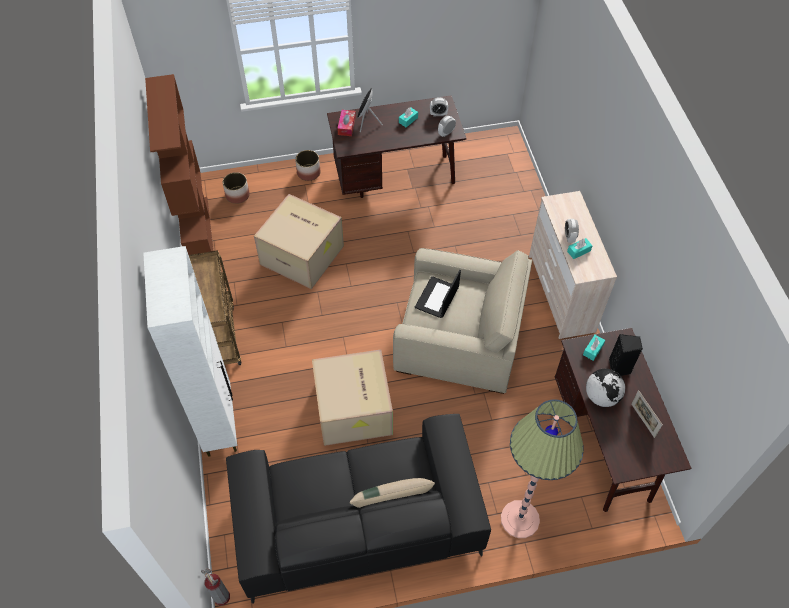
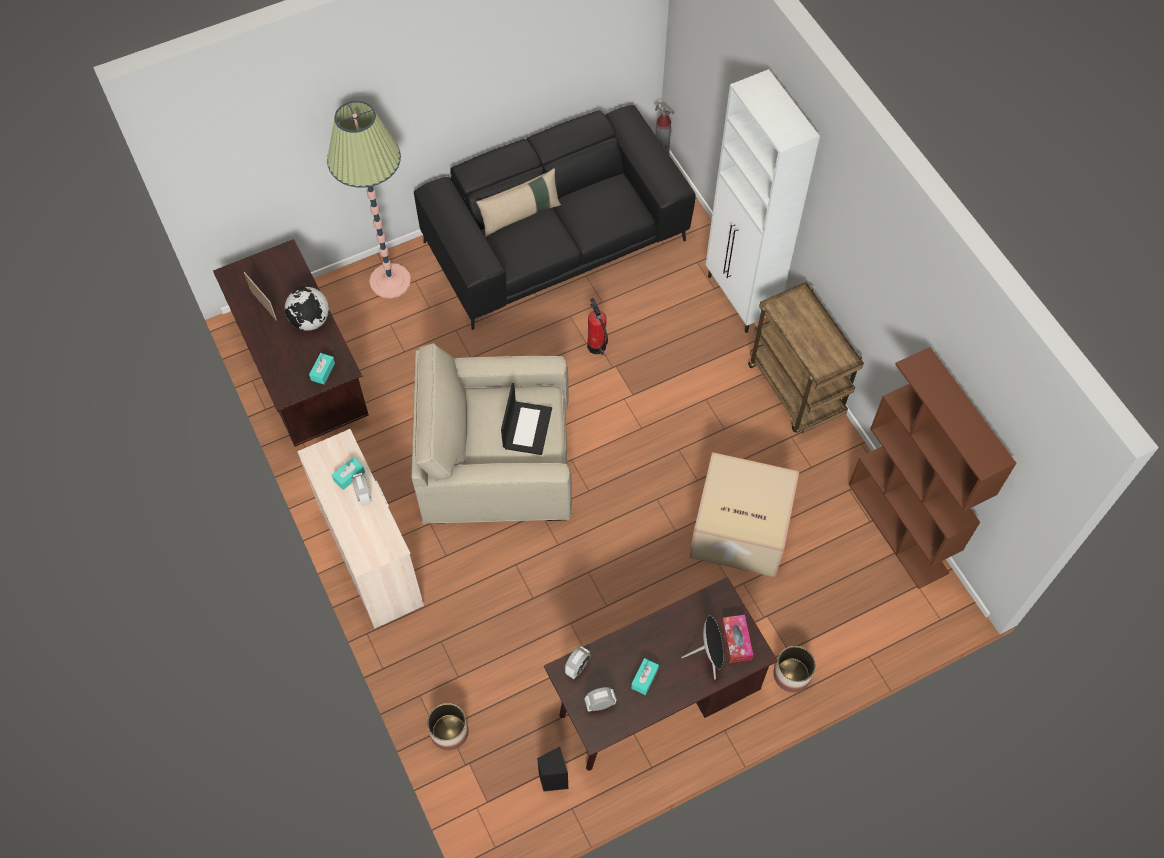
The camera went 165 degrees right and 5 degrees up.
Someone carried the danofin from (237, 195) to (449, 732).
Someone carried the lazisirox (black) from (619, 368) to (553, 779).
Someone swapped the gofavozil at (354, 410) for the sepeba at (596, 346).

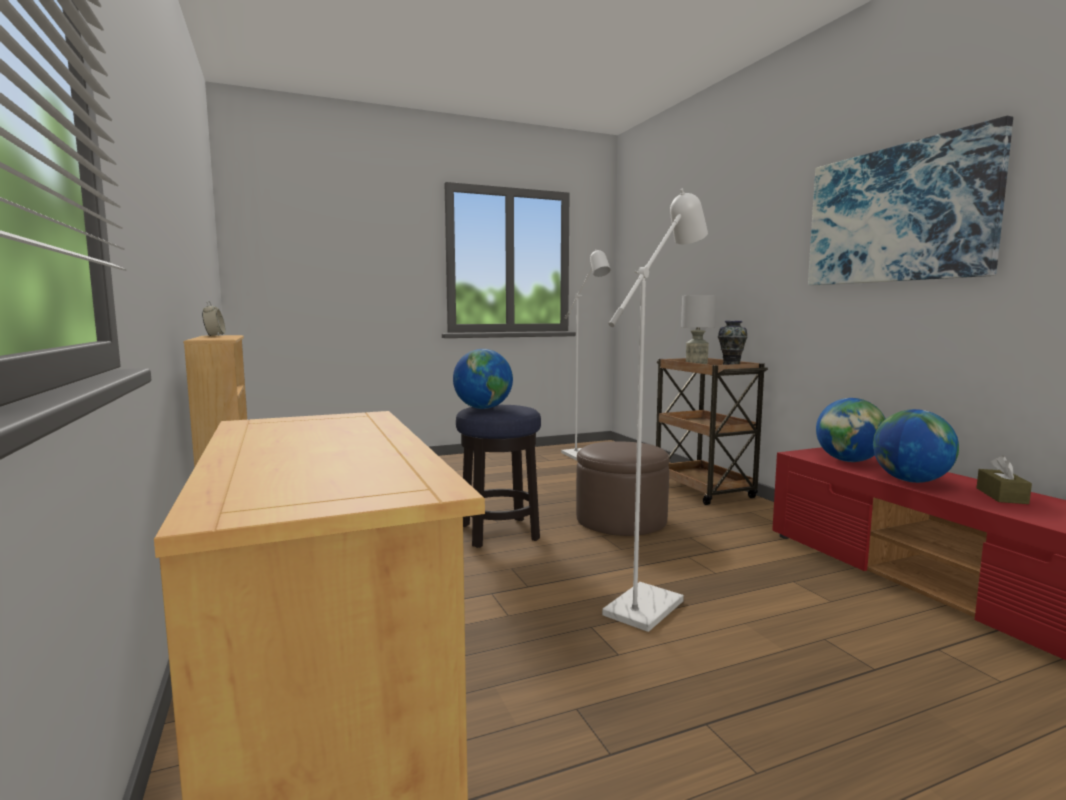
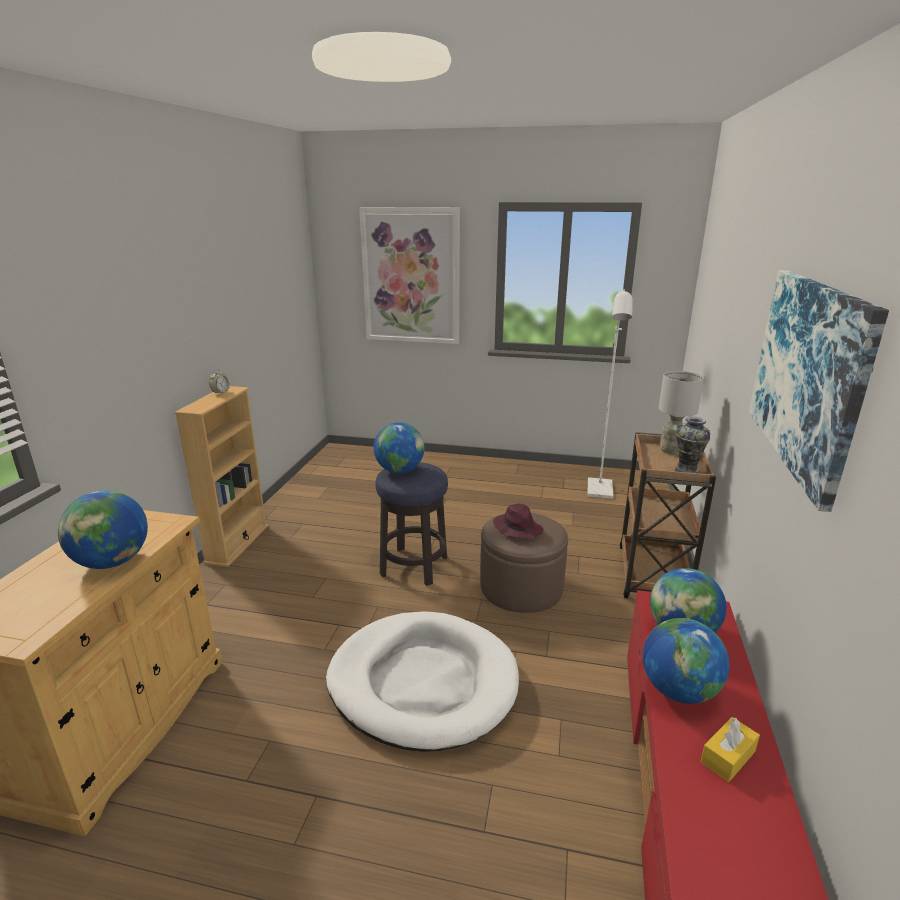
The camera went 35 degrees right and 15 degrees up.
Someone put down the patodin at (112, 562).
Someone put up the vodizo at (411, 276).
Someone put down the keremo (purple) at (517, 528).
Someone swapped the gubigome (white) at (651, 601) for the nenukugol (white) at (423, 682).
Someone repainted the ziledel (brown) at (1001, 496), which became the ziledel (yellow) at (728, 757).

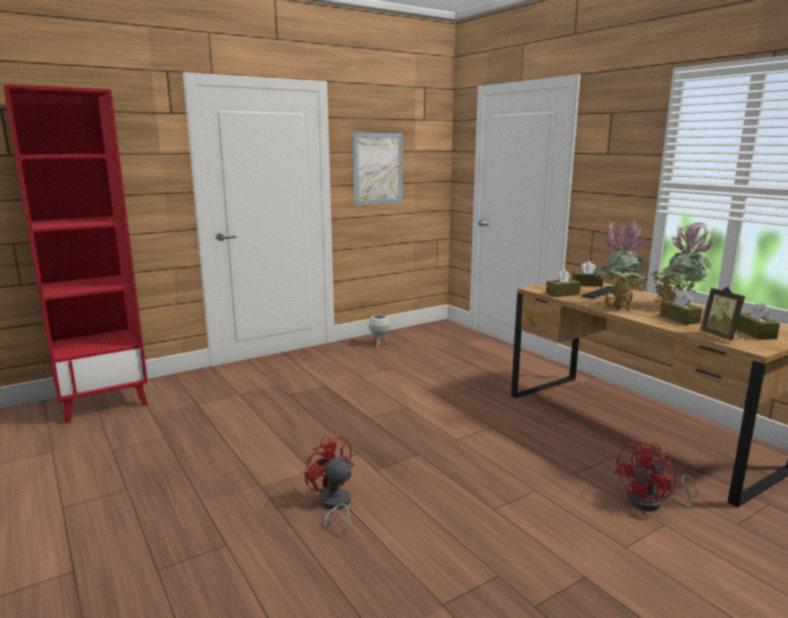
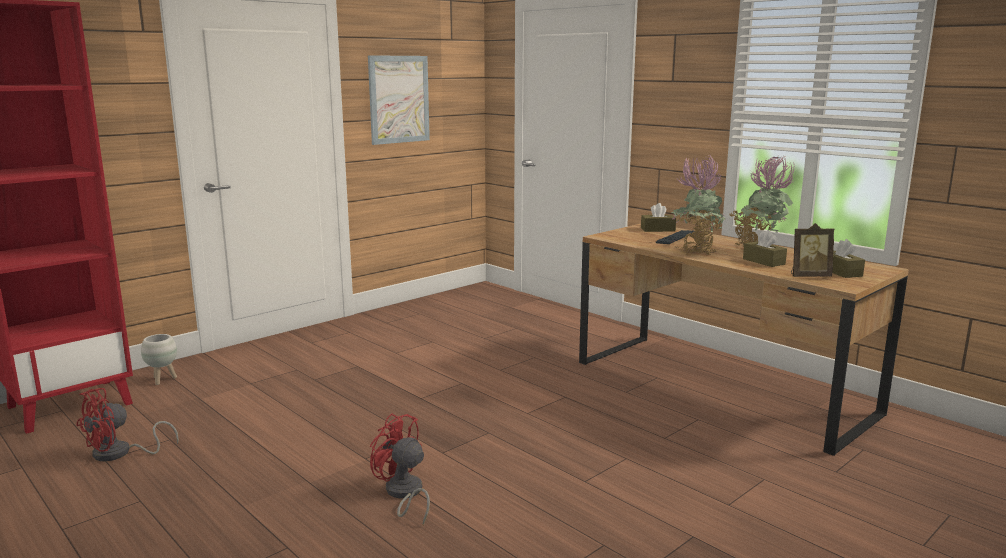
The camera went 10 degrees left and 0 degrees up.
Someone took away the ziledel (brown) at (562, 294).
Someone carried the danofin (white) from (379, 344) to (163, 380).
Someone carried the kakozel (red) from (652, 503) to (120, 453).
Someone rotated the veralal at (721, 336) by 60 degrees counterclockwise.

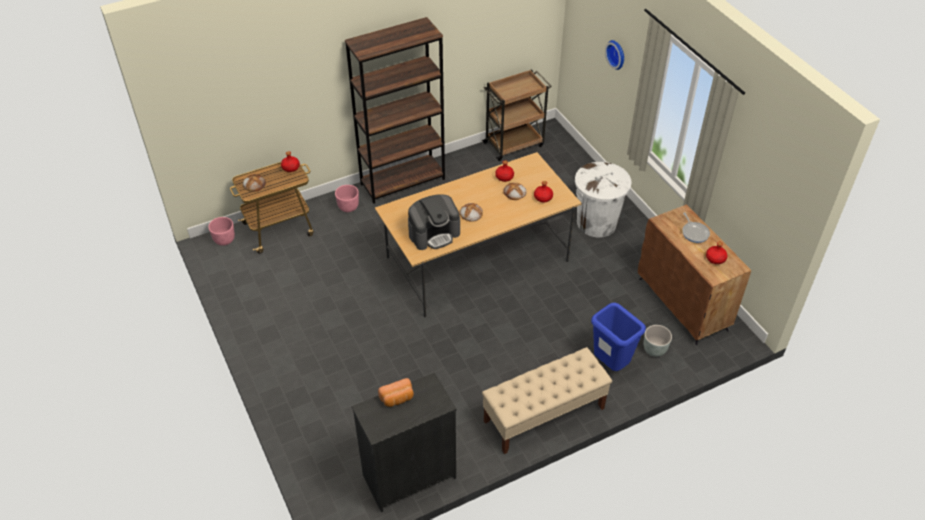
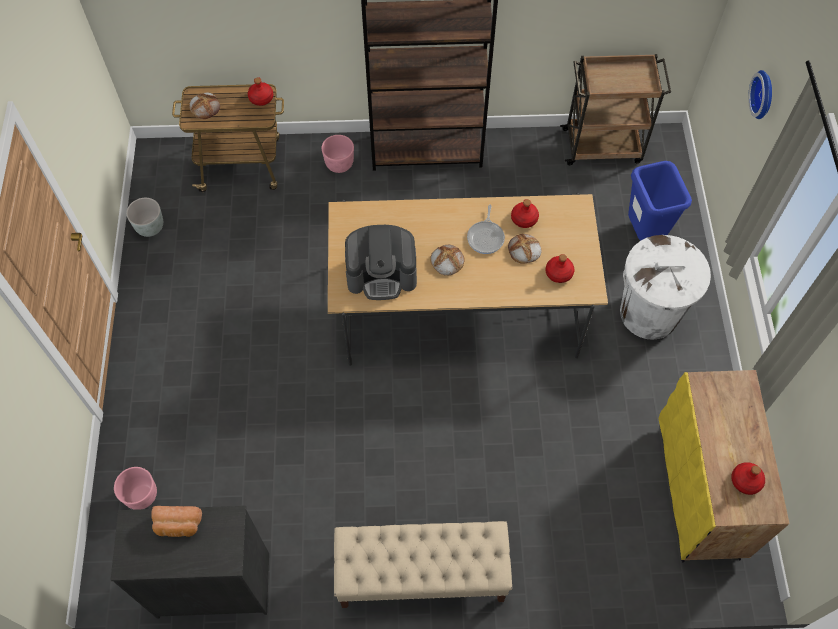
The camera went 25 degrees right and 15 degrees up.
Someone carried the danofin (pink) from (224, 240) to (141, 495).
Someone carried the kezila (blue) from (611, 365) to (644, 234).
Someone carried the danofin (grey) from (654, 350) to (150, 228).
Someone carried the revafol from (694, 232) to (486, 237).
Someone repainted the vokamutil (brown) at (683, 304), which became the vokamutil (yellow) at (699, 491).

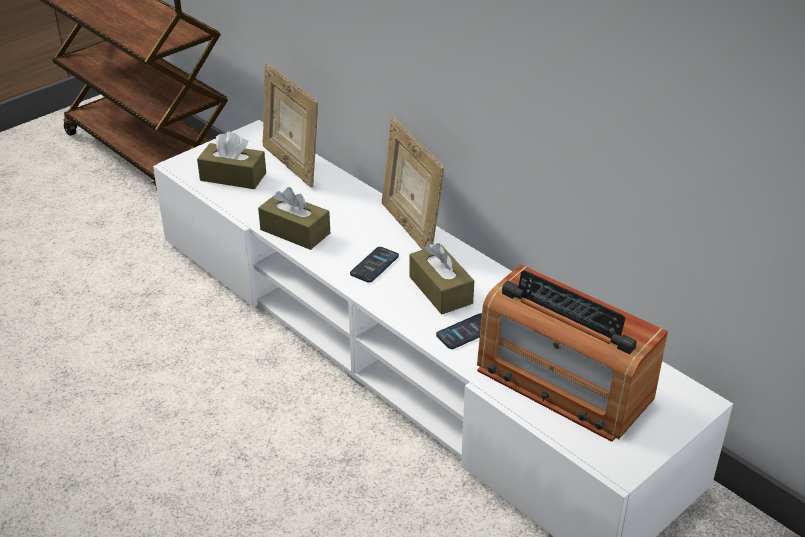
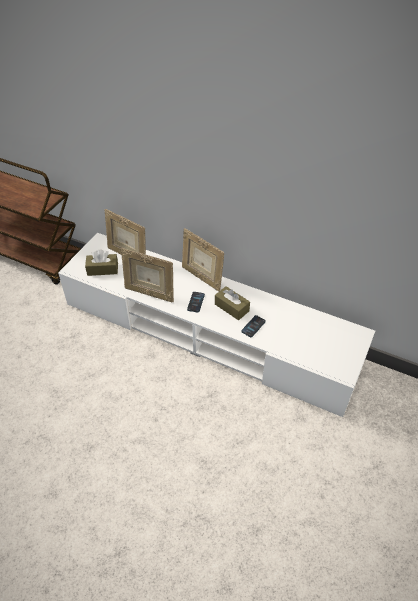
The camera went 20 degrees left and 10 degrees up.
Someone took away the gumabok at (563, 383).
Someone swapped the ziledel (brown) at (295, 231) for the veralal at (149, 293).

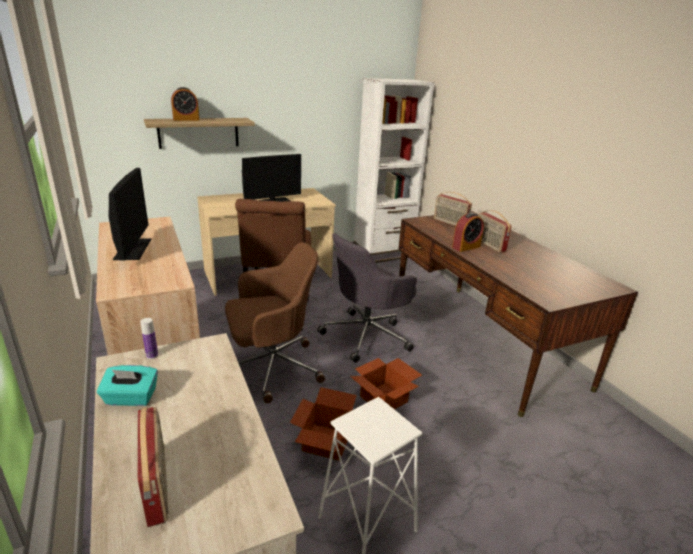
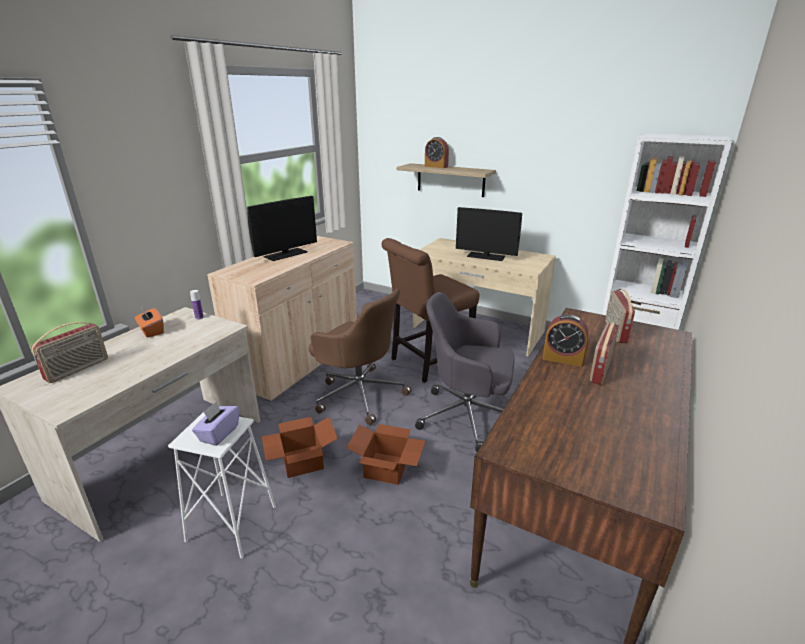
The camera went 55 degrees right and 0 degrees up.
Someone put down the ziledel (purple) at (218, 433).
Someone repainted the ziledel (turquoise) at (131, 398), which became the ziledel (orange) at (151, 331).

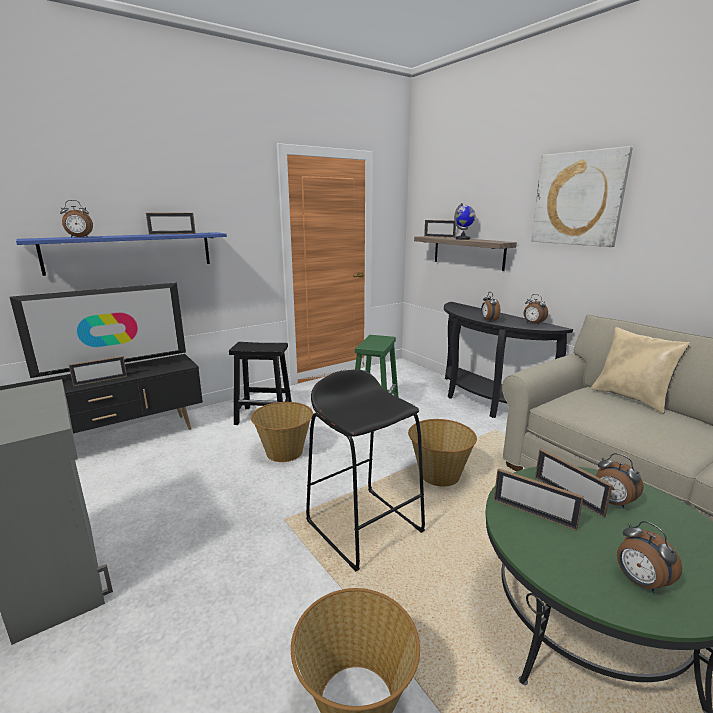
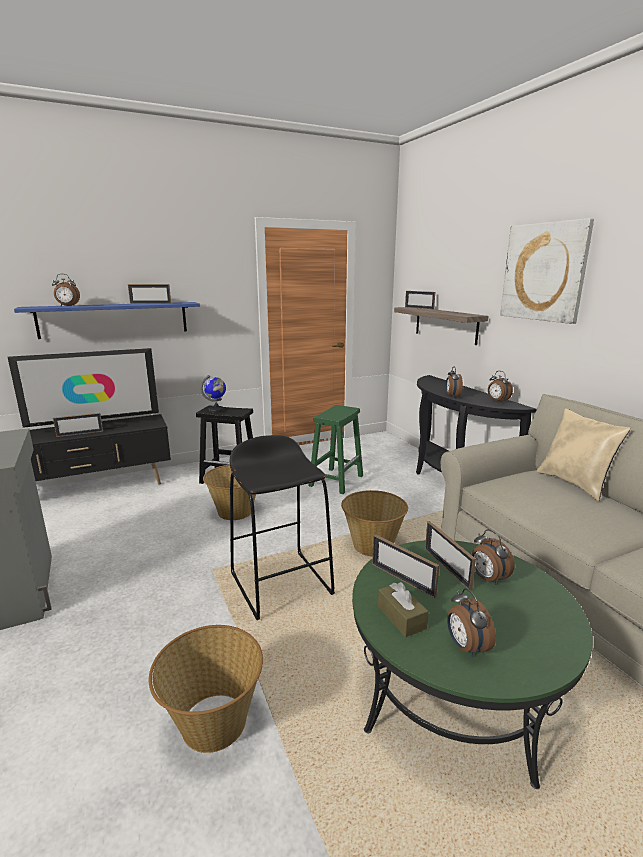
The camera went 10 degrees right and 0 degrees up.
Someone put down the ziledel (brown) at (401, 617).
Someone carried the patodin from (463, 239) to (216, 410).

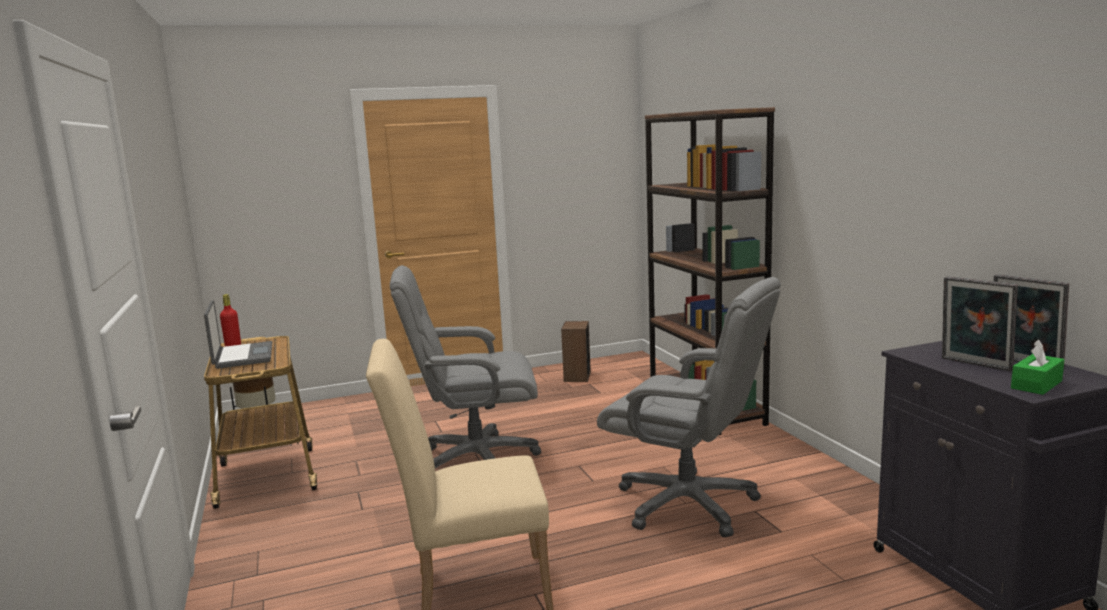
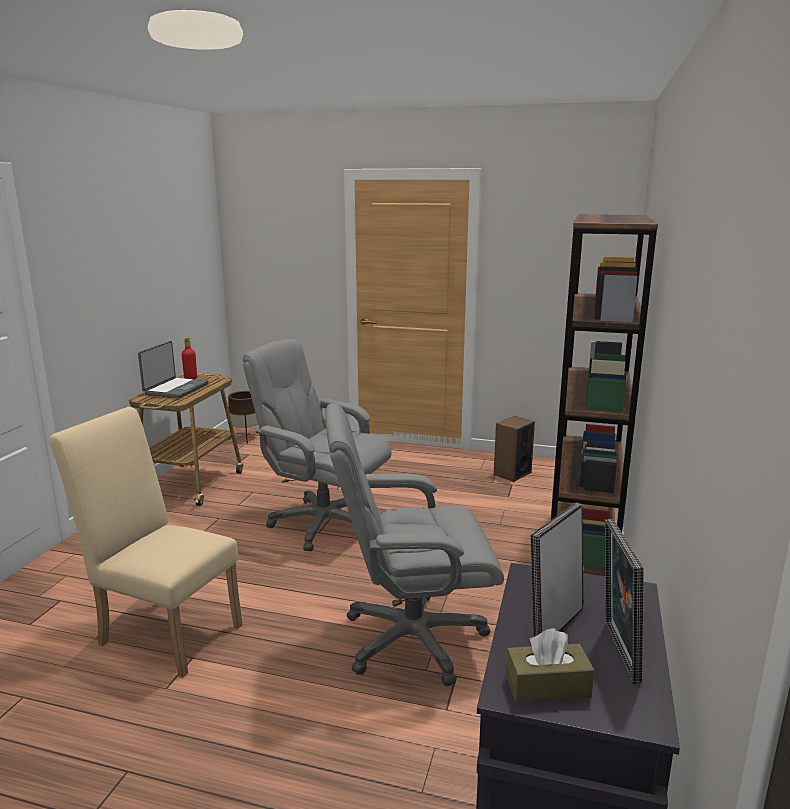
The camera went 35 degrees right and 5 degrees up.
Someone repainted the ziledel (green) at (1036, 384), which became the ziledel (brown) at (547, 686).
Someone rotated the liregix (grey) at (688, 504) by 105 degrees clockwise.
Someone rotated the veralal at (974, 365) by 45 degrees clockwise.

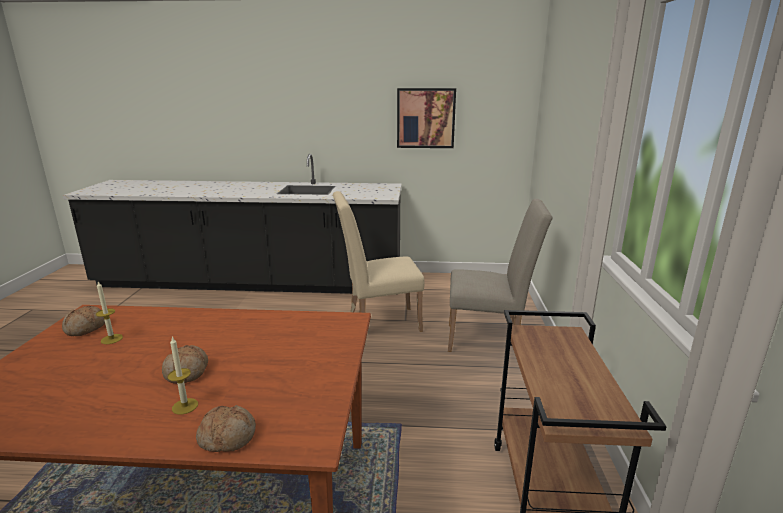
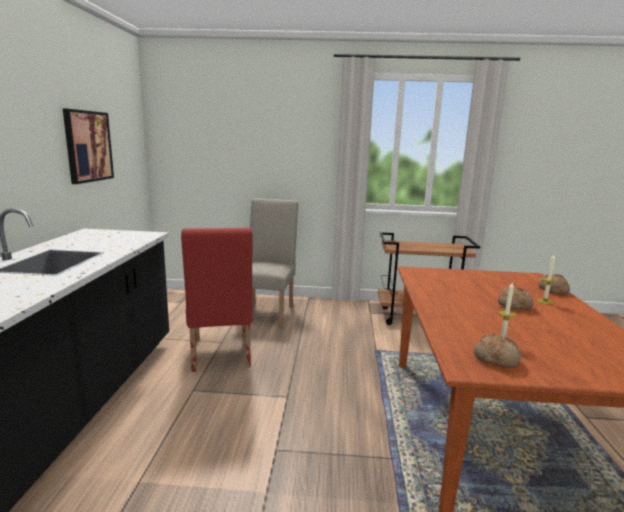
The camera went 90 degrees left and 5 degrees down.
Someone repainted the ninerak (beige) at (378, 322), which became the ninerak (red) at (220, 355).

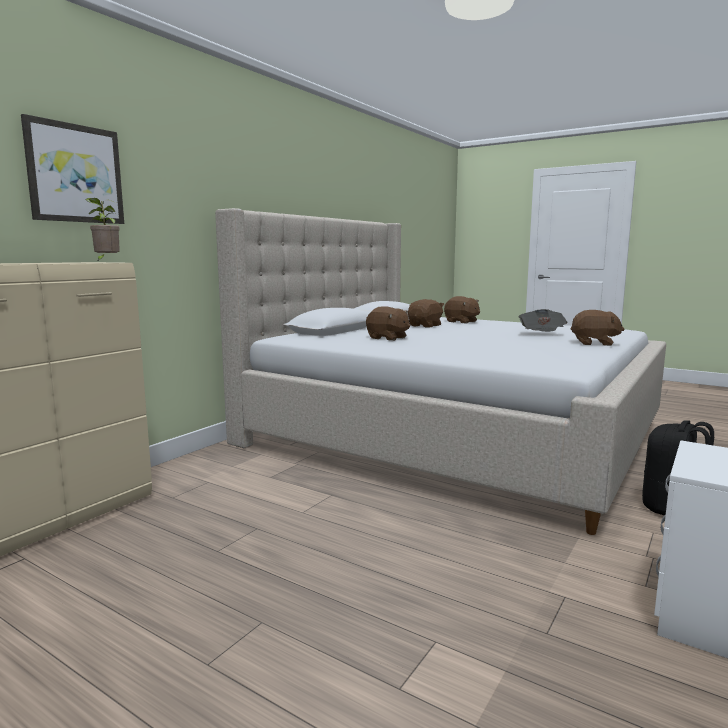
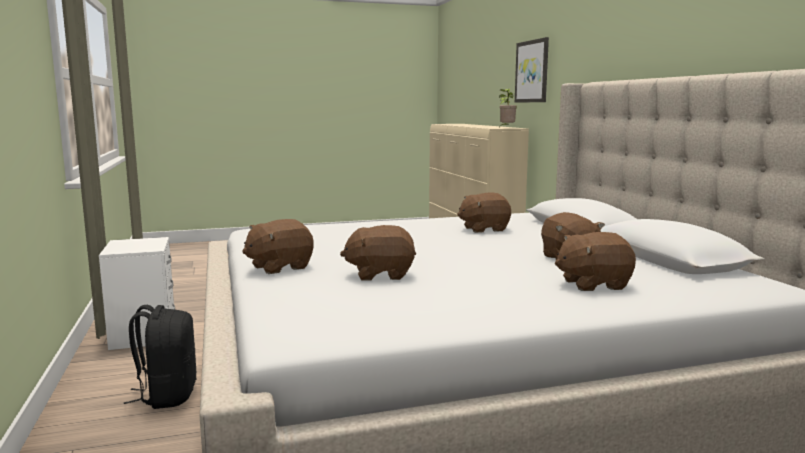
The camera went 130 degrees right and 0 degrees up.
Someone swapped the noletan at (542, 334) for the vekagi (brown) at (380, 274).

